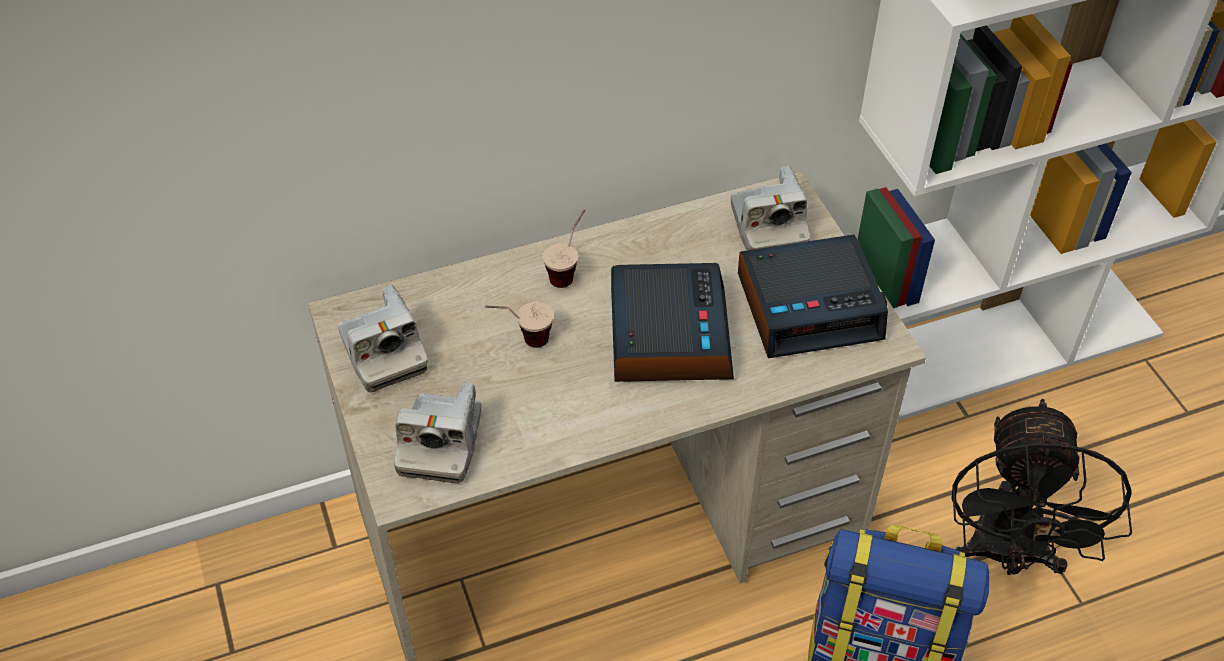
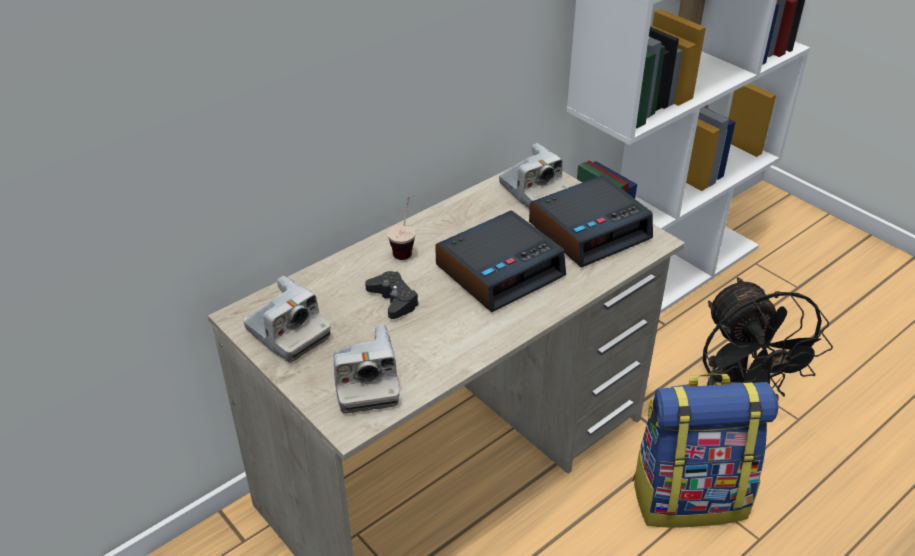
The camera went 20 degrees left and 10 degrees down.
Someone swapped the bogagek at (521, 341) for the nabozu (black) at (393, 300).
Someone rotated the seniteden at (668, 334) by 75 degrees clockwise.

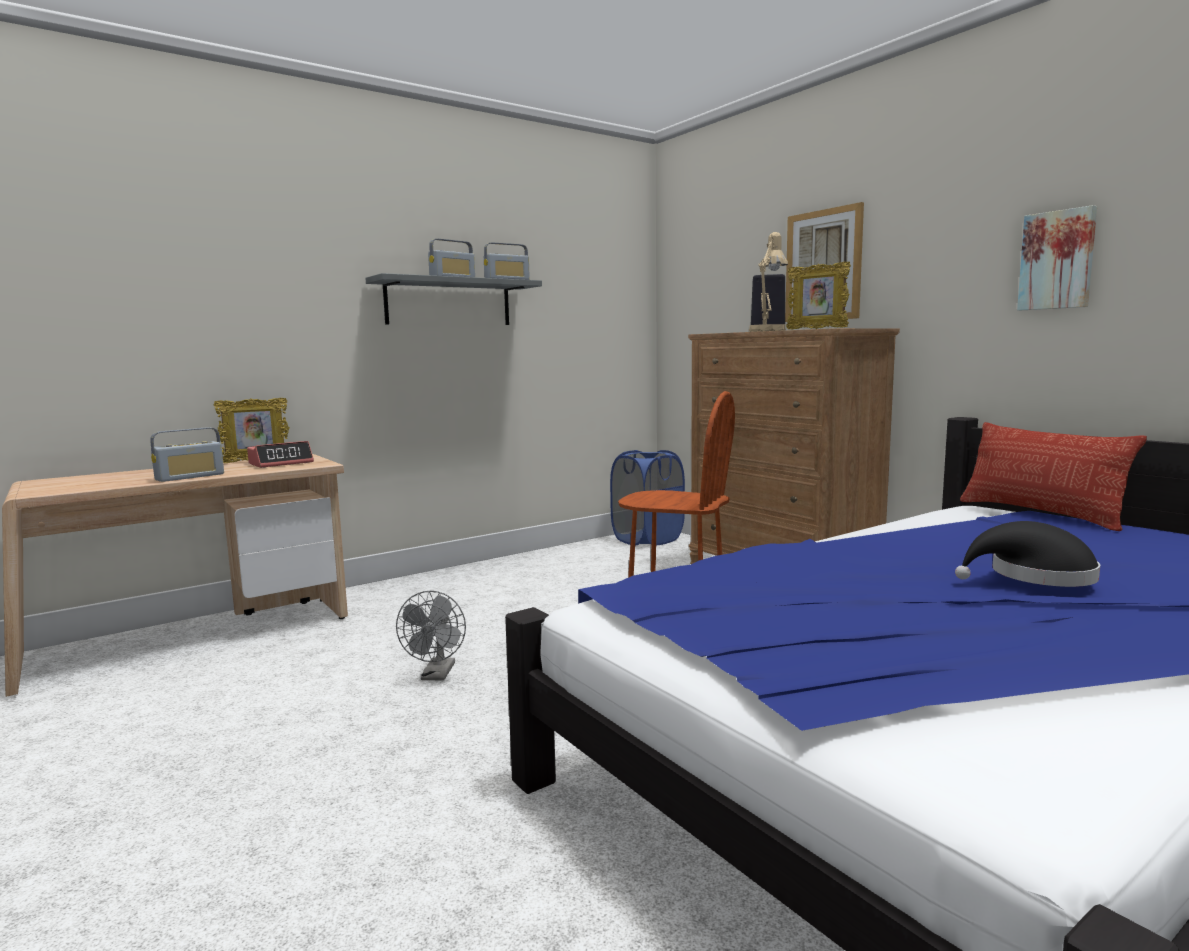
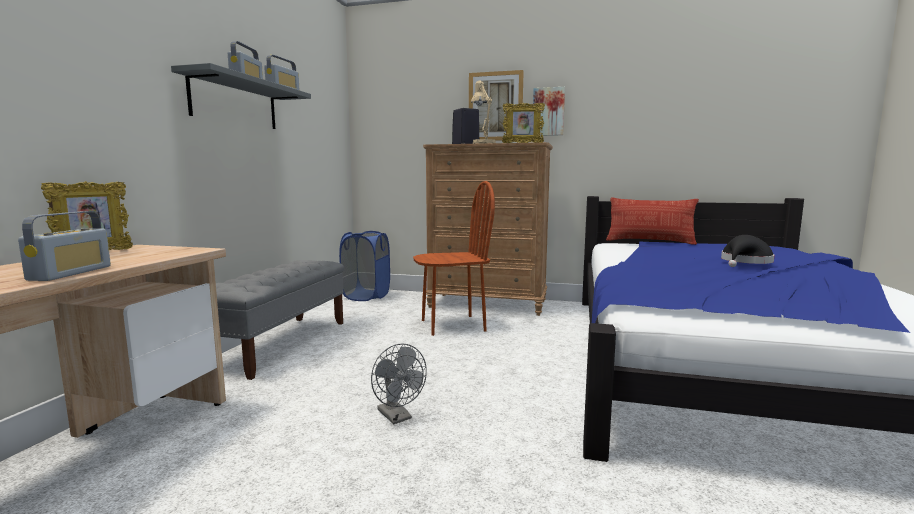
The camera went 40 degrees left and 0 degrees up.
Someone took away the seniteden at (281, 463).
Someone put down the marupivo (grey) at (279, 344).
Someone carried the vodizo from (1057, 260) to (548, 112).

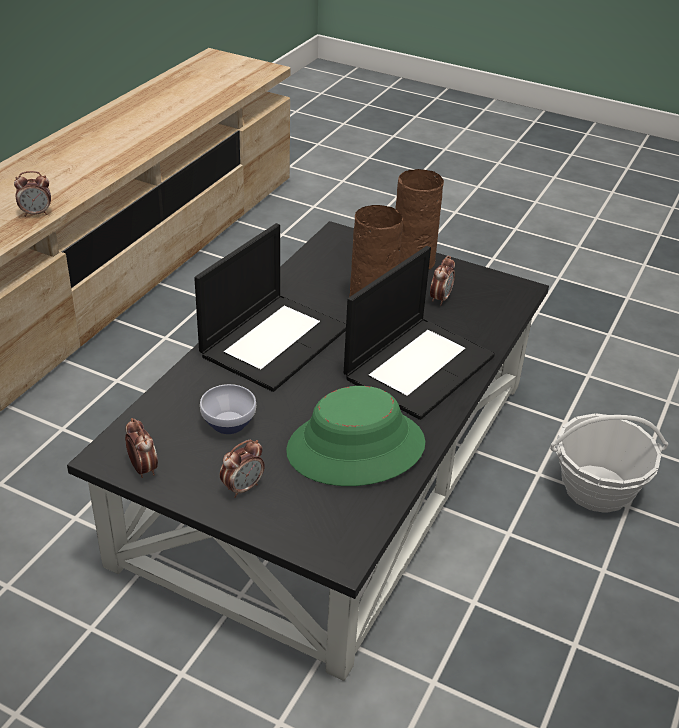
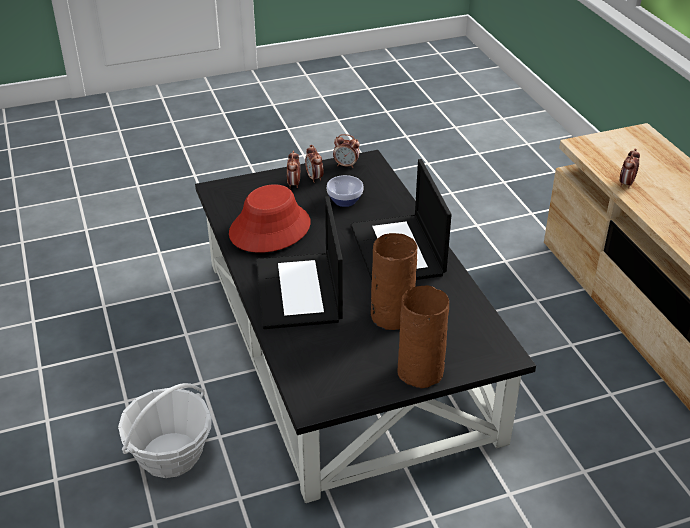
The camera went 135 degrees right and 0 degrees up.
Someone carried the seniteden from (440, 298) to (314, 178).
Someone repainted the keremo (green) at (356, 448), which became the keremo (red) at (269, 228).

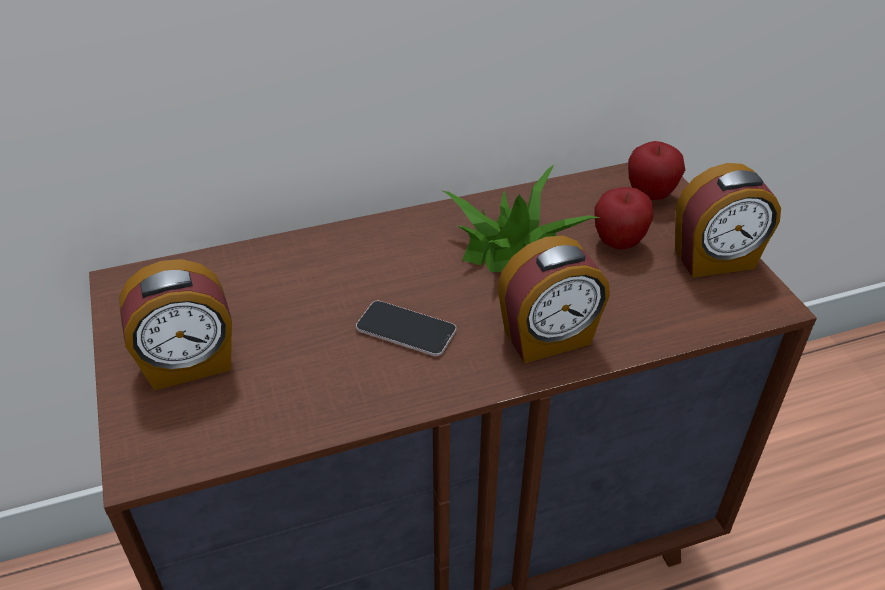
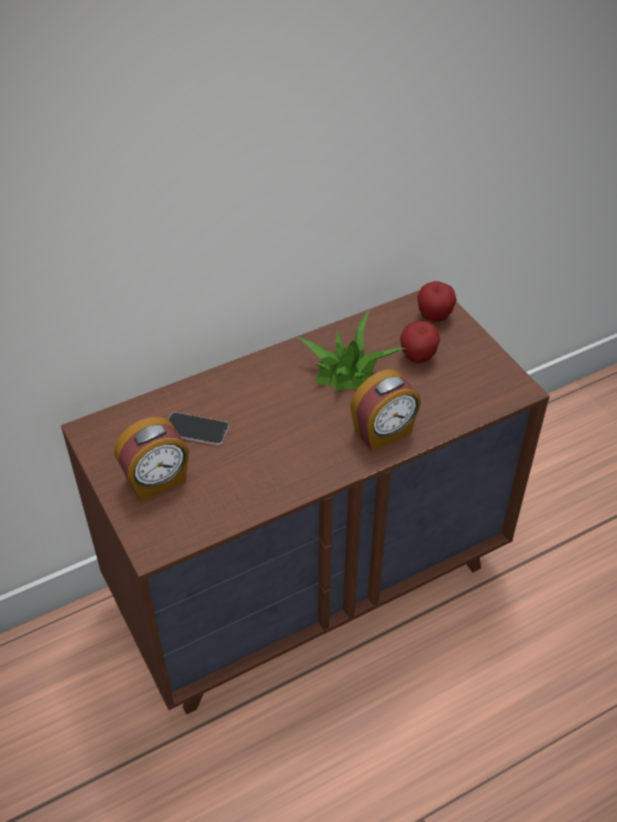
The camera went 10 degrees left and 5 degrees up.
Someone took away the seniteden at (715, 260).
Someone carried the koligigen from (406, 329) to (196, 429).

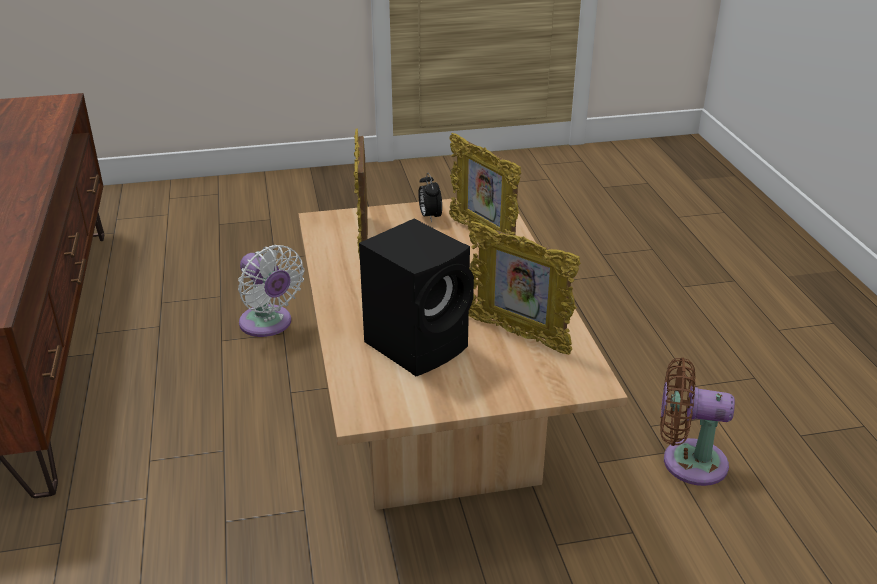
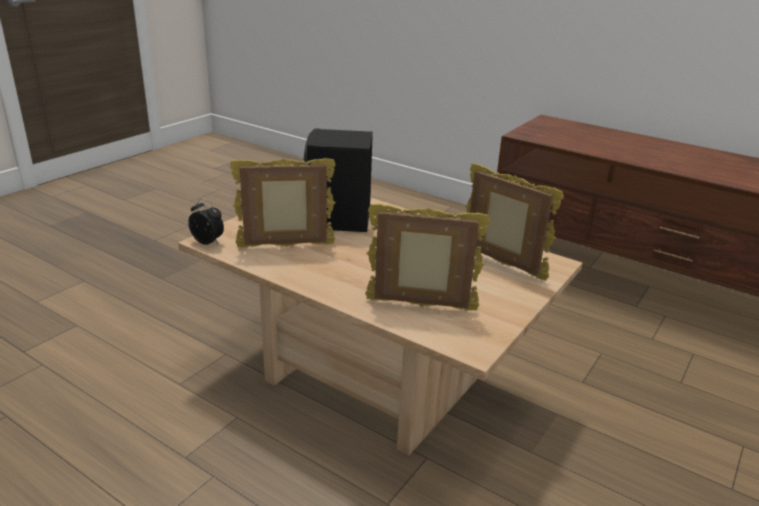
The camera went 135 degrees right and 5 degrees down.
Someone took away the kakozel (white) at (268, 324).
Someone took away the kakozel (brown) at (687, 461).
Someone carried the seniteden from (429, 216) to (208, 242).

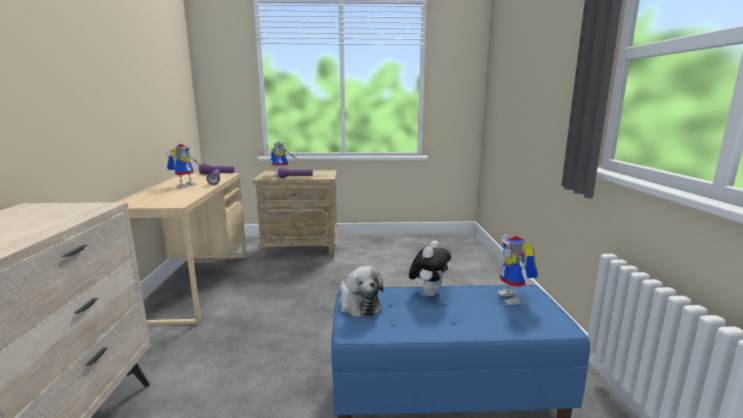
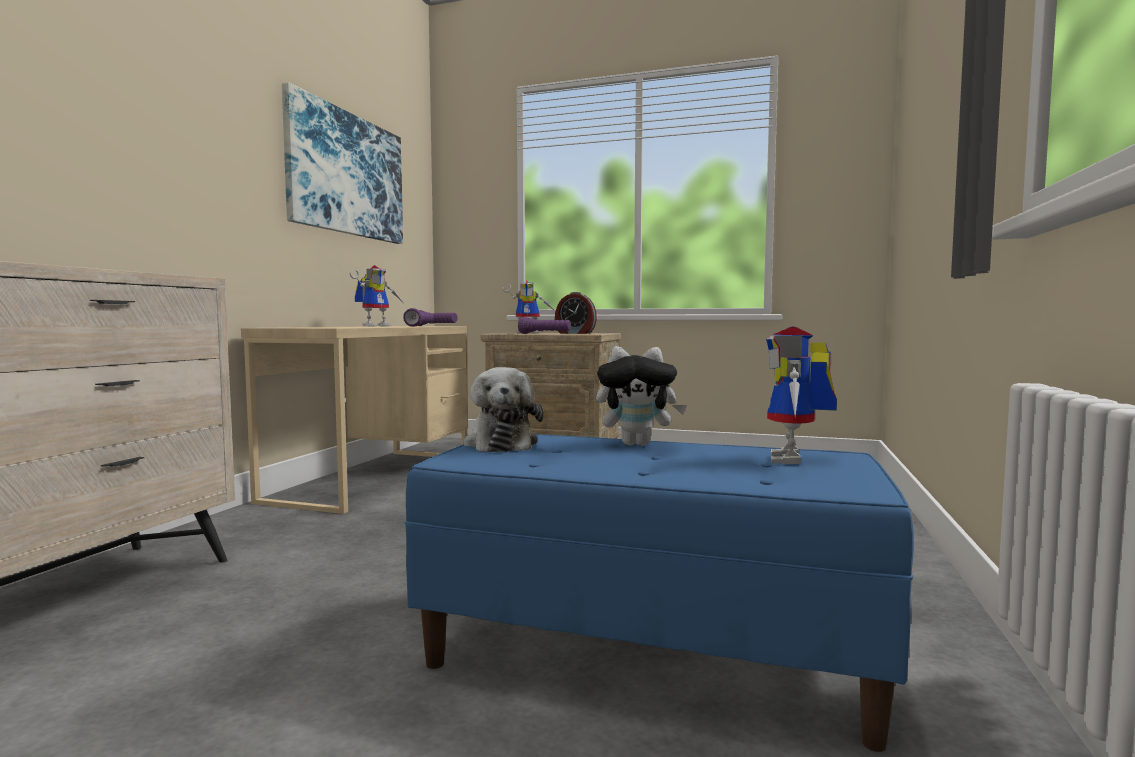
The camera went 20 degrees right and 10 degrees down.
Someone put up the vodizo at (346, 174).
Someone put down the seniteden at (575, 333).
Someone rotated the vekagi at (429, 293) by 45 degrees clockwise.

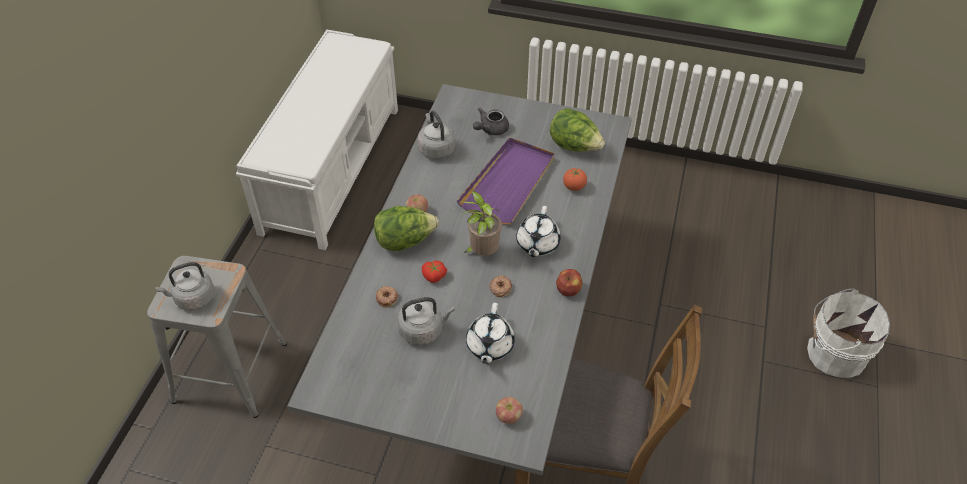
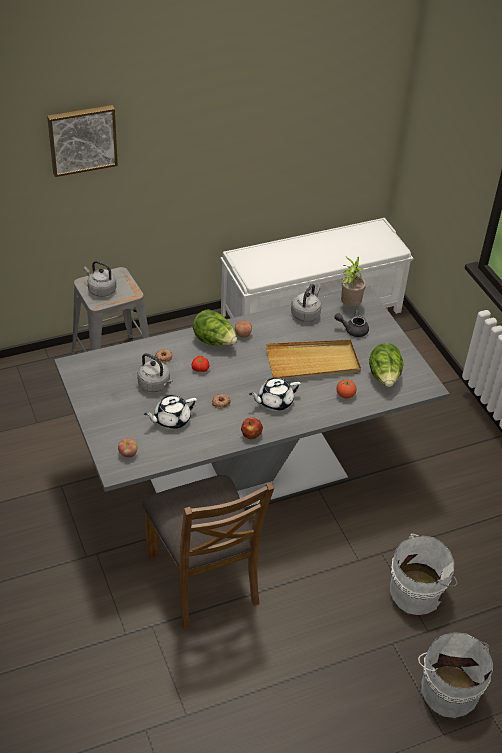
The camera went 50 degrees right and 5 degrees down.
Someone put up the vodizo at (82, 139).
Someone put down the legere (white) at (418, 591).
Someone carried the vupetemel from (482, 252) to (349, 306).
Someone repainted the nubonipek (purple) at (508, 183), which became the nubonipek (beige) at (313, 362).

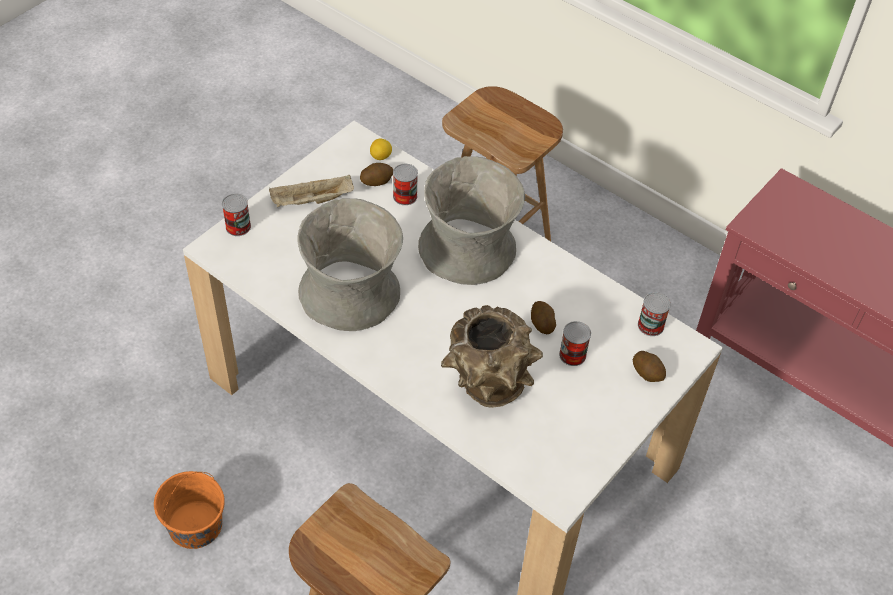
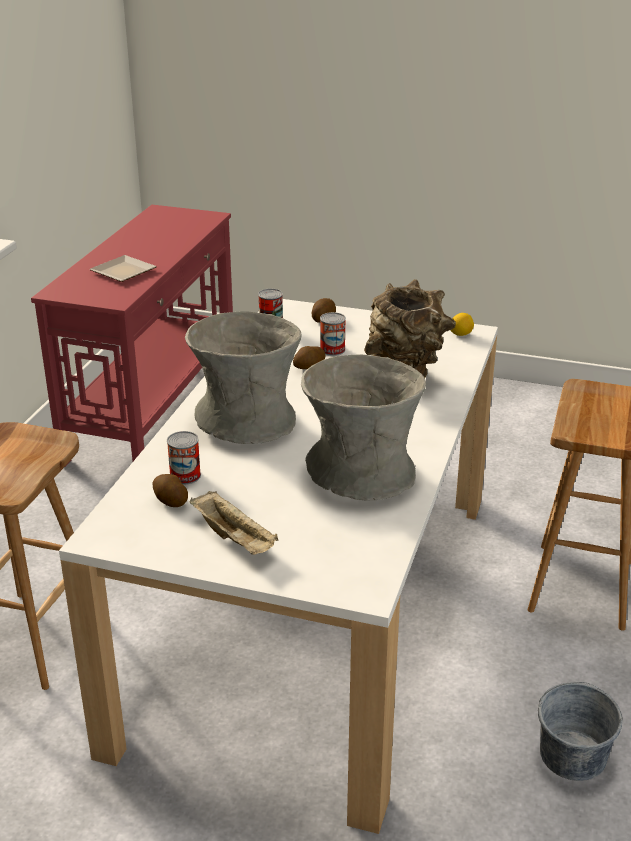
The camera went 110 degrees left and 20 degrees down.
Someone took away the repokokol at (238, 226).
Someone put down the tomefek at (123, 271).
Someone carried the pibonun from (381, 157) to (460, 334).
Someone repainted the legere (orange) at (195, 525), which became the legere (grey) at (573, 756).

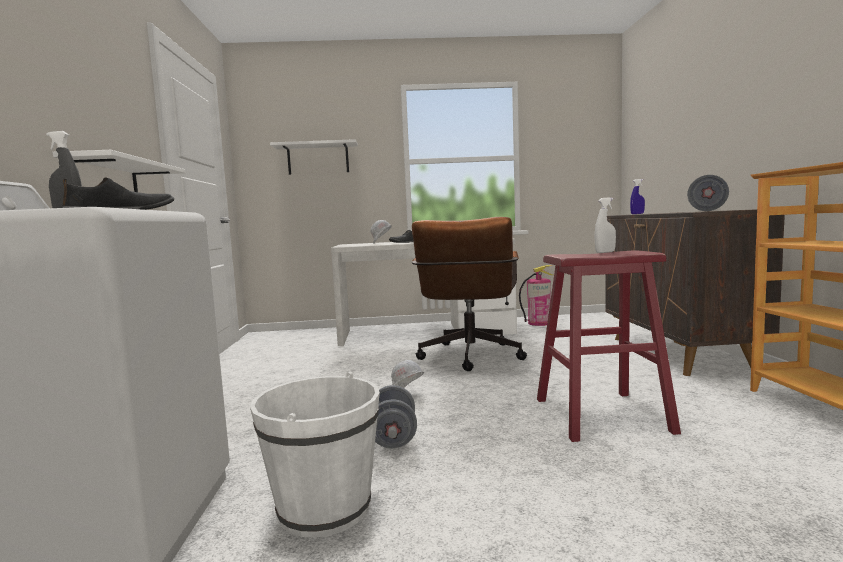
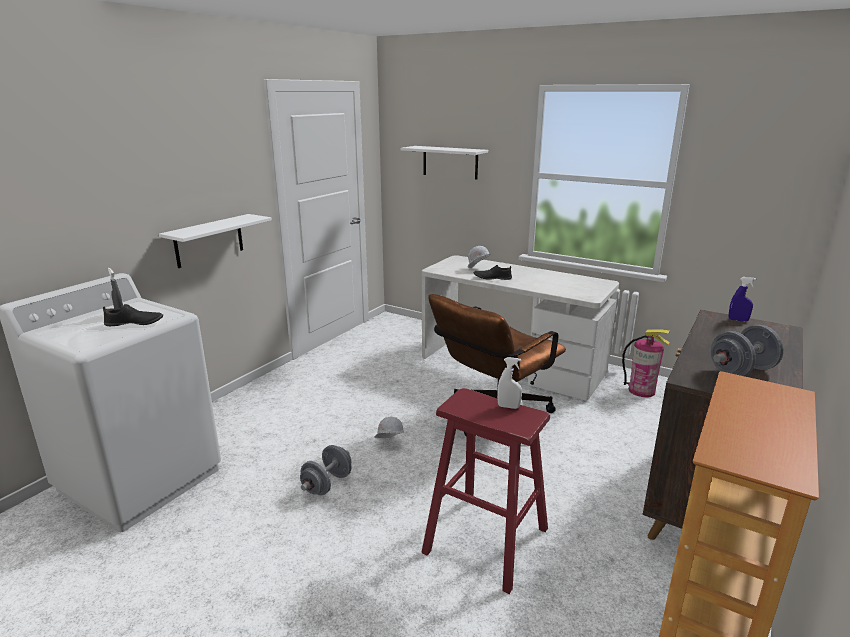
The camera went 35 degrees right and 15 degrees up.
Someone took away the legere (white) at (324, 508).

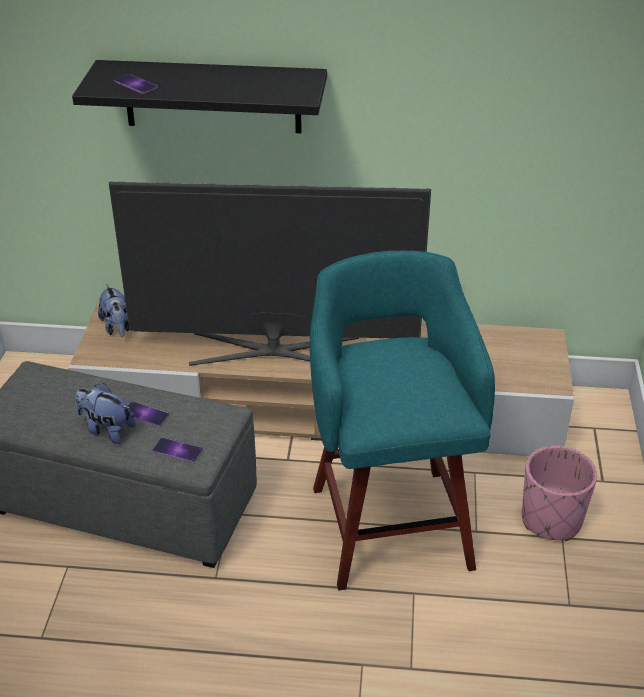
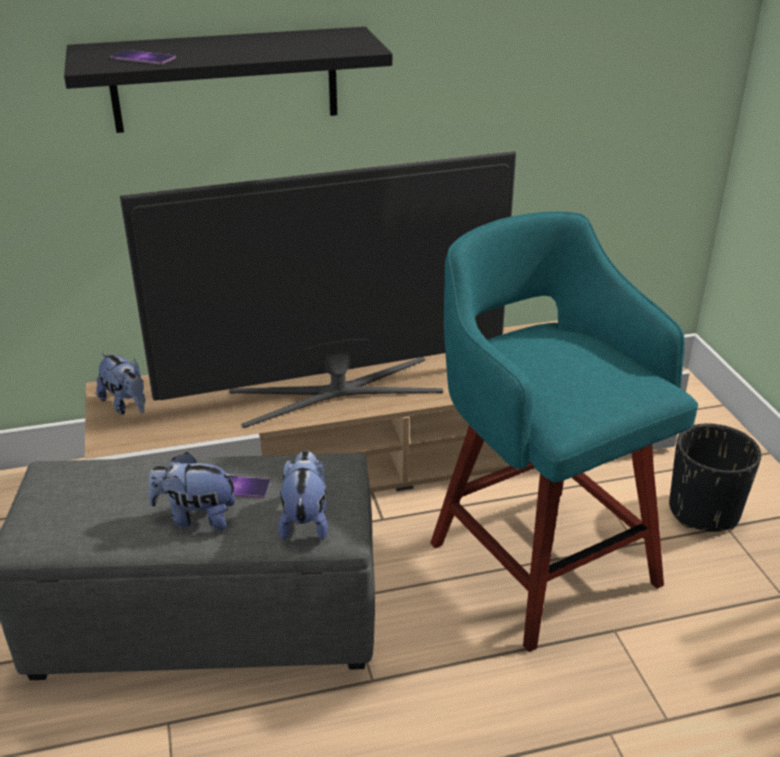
The camera went 20 degrees left and 5 degrees down.
Someone swapped the koligigen at (177, 450) for the vekagi at (305, 520).
Someone repainted the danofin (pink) at (551, 520), which became the danofin (black) at (703, 511).

